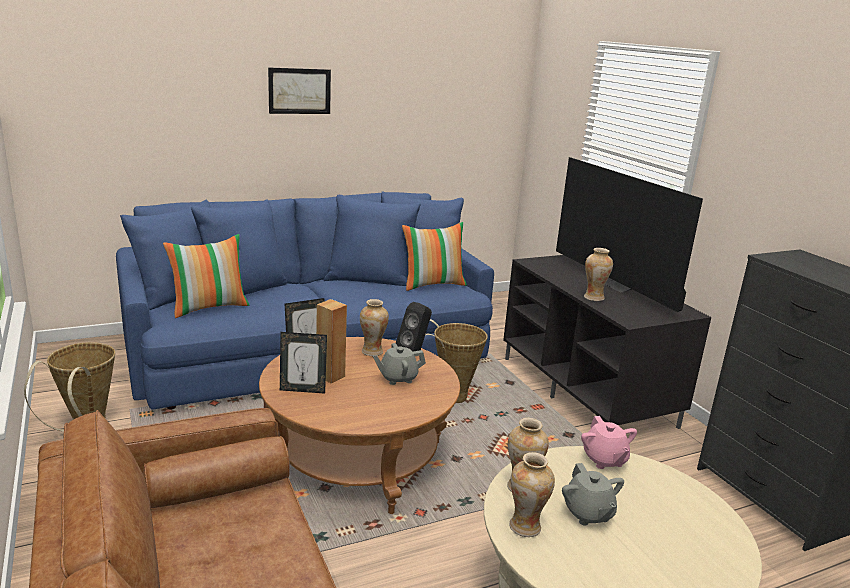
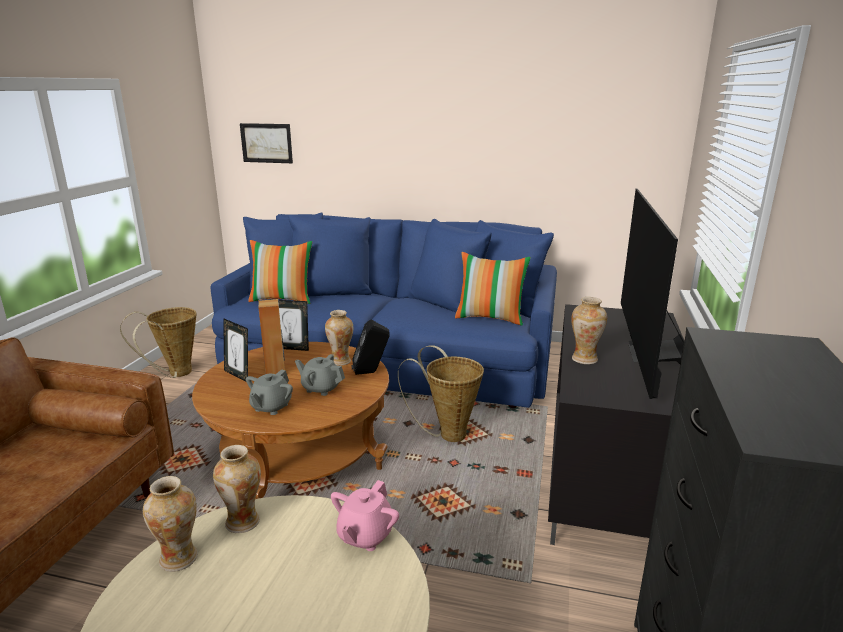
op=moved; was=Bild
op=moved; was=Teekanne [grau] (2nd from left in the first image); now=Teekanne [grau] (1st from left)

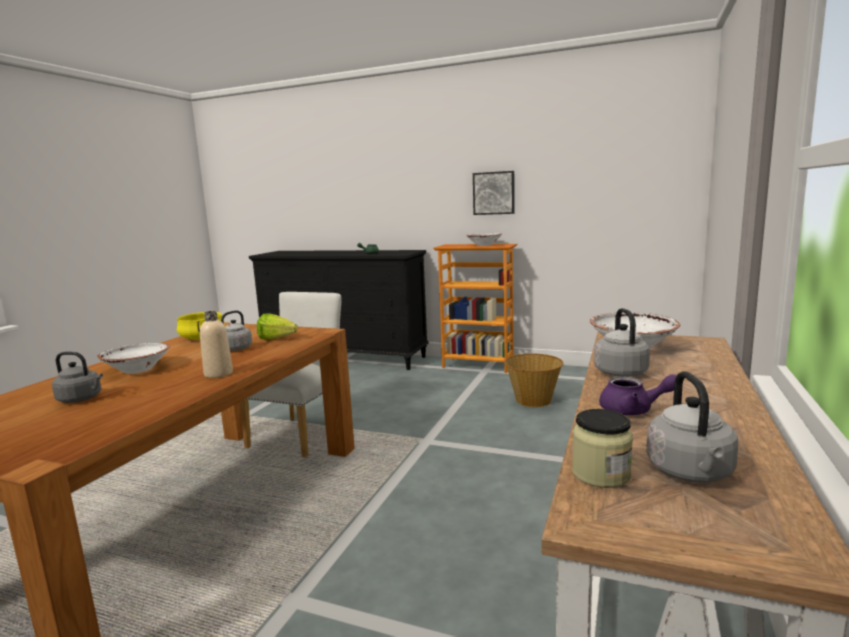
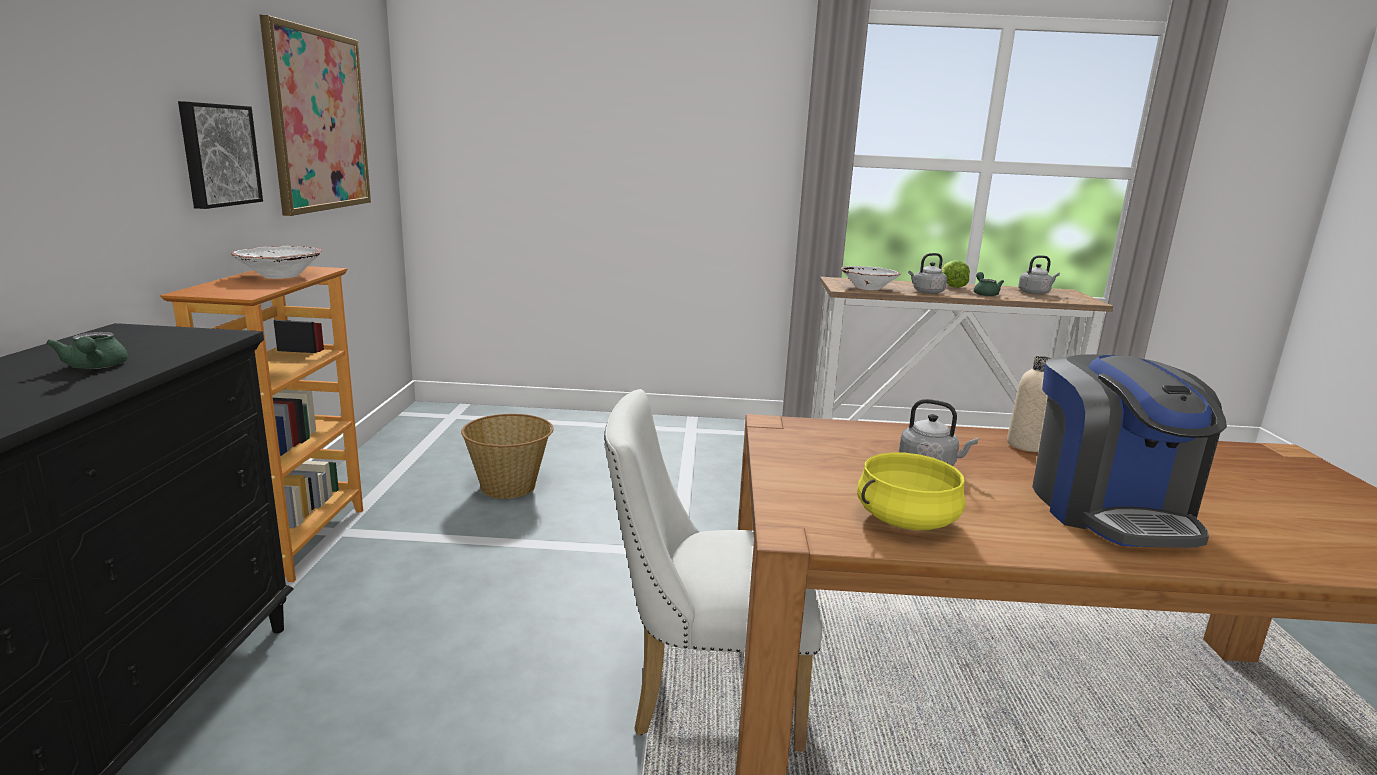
op=moved; was=Salatkopf
op=replaced; was=Schüssel [weiß] (1st from left); now=Kaffeemaschine
op=removed; was=Wasserkessel [grau] (1st from left)
op=recoloured; was=Teekanne [lila]; now=Teekanne [grün] (2nd from left)
op=removed; was=Vorratsglas
op=added; now=Bild (2nd from left)

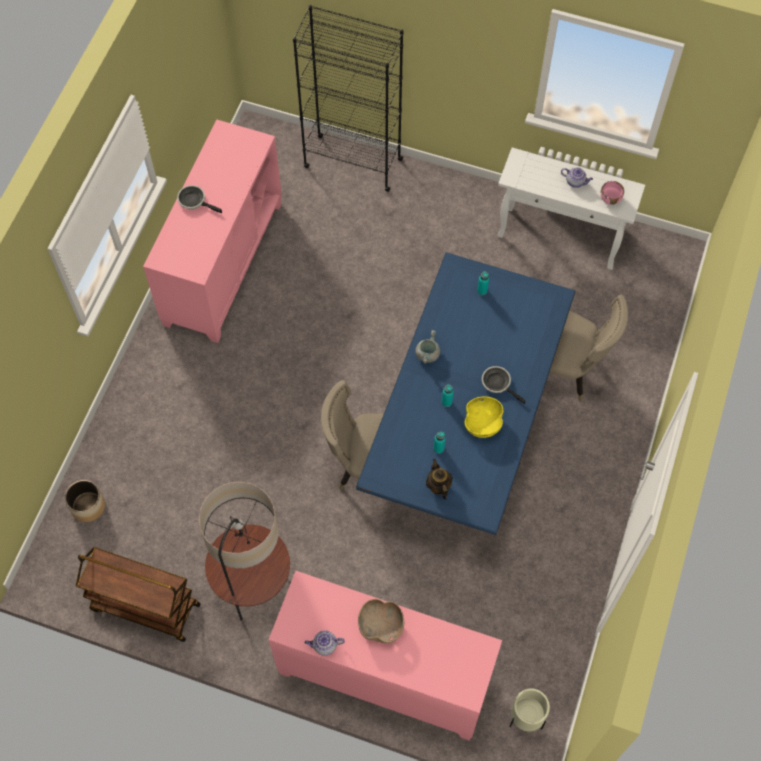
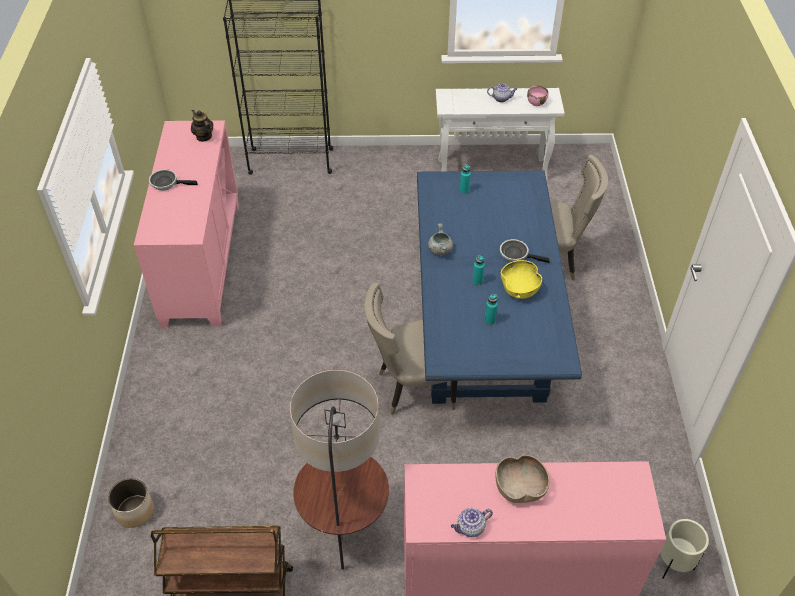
op=moved; was=Teekanne (2nd from left in the first image); now=Teekanne (1st from left)

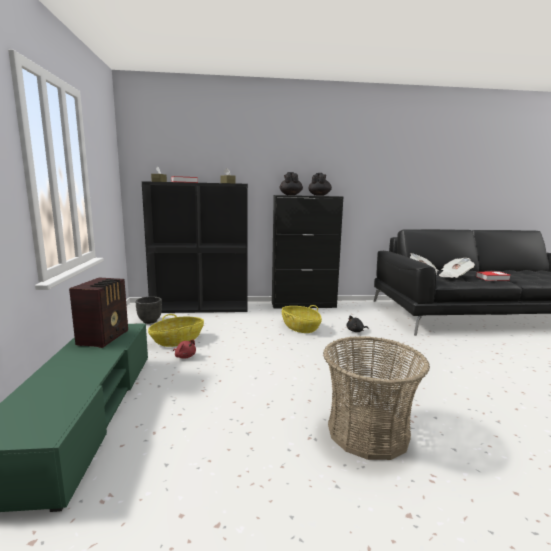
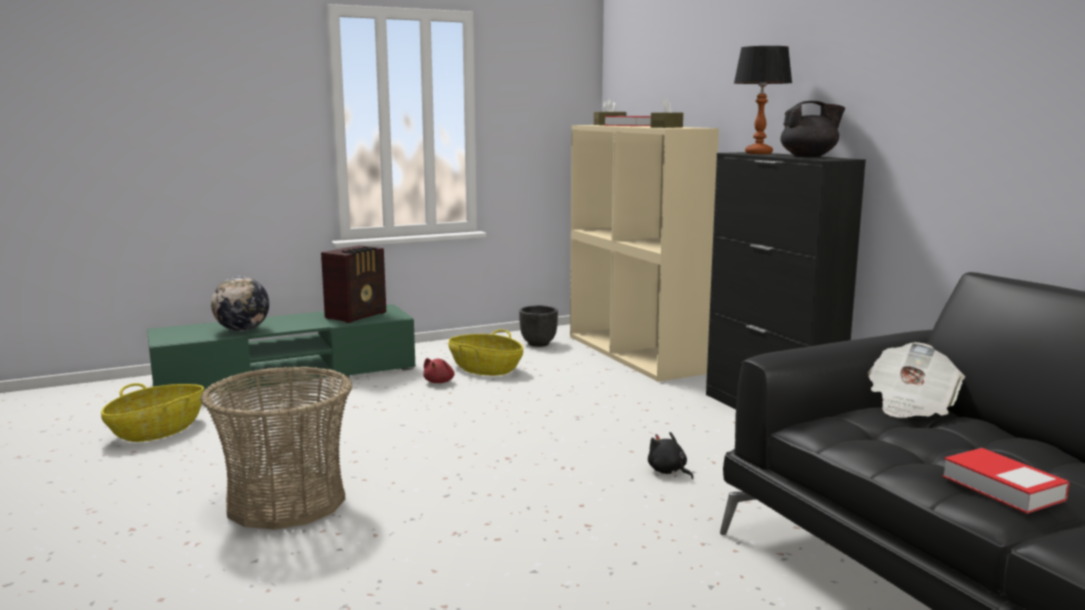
op=replaced; was=Teekanne [schwarz] (1st from left); now=Tischlampe
op=recoloured; was=Bücherregal [schwarz]; now=Bücherregal [beige]
op=removed; was=Zeitung (2nd from left)
op=turned; was=Radio; clockwise=-45
op=moved; was=Korb (2nd from left in the first image); now=Korb (1st from left)
op=added; now=Globus

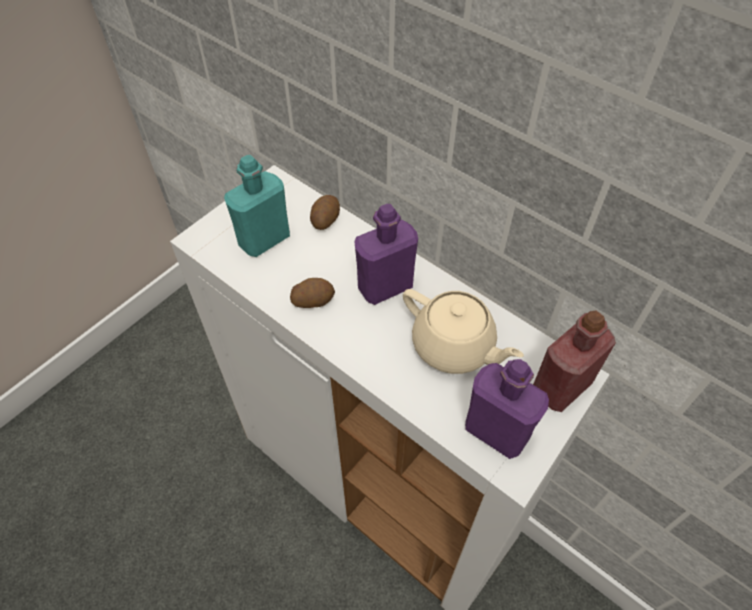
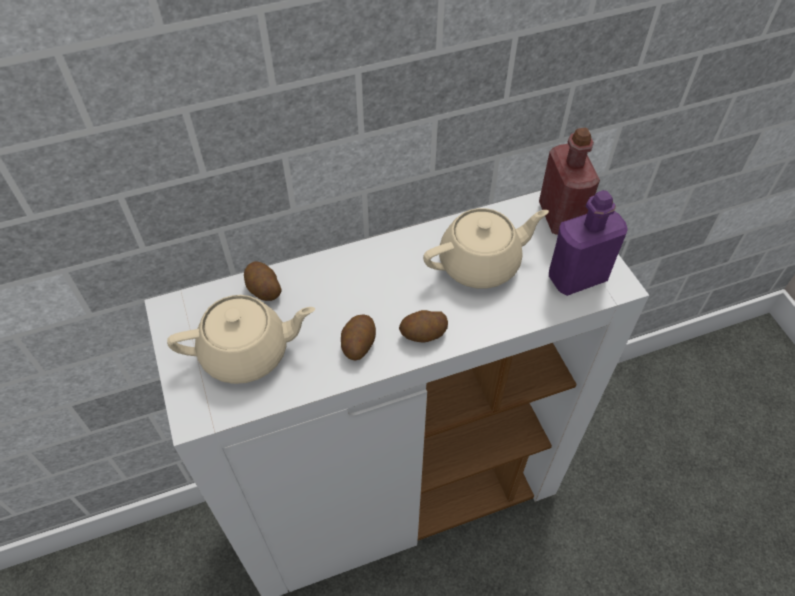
op=replaced; was=Flasche [türkis]; now=Teekanne [beige] (1st from left)
op=removed; was=Flasche [lila] (1st from left)
op=added; now=Kartoffel (3rd from left)

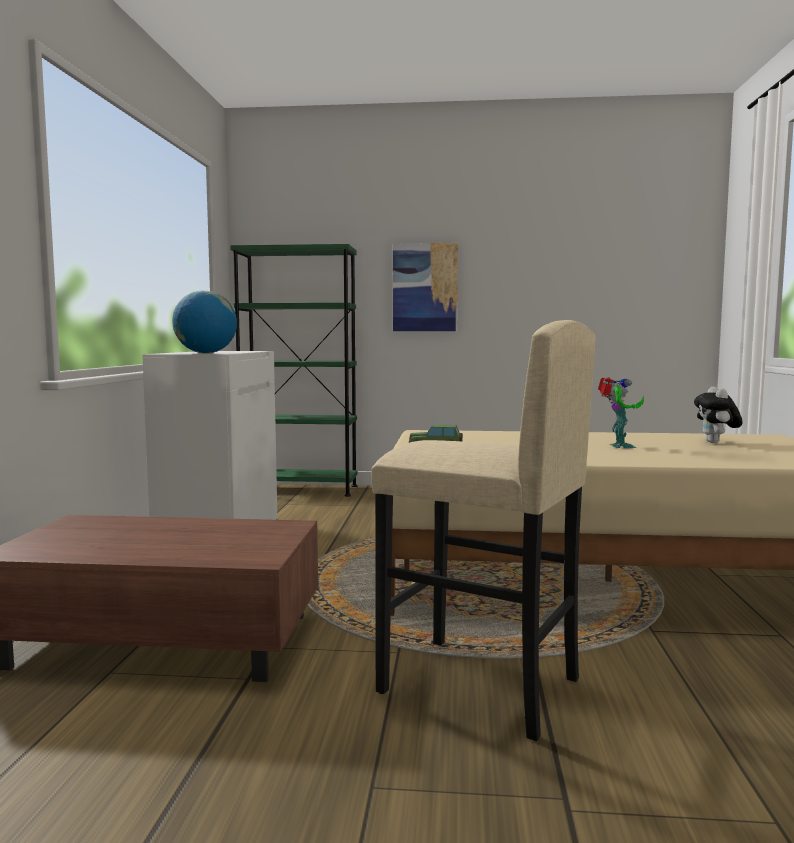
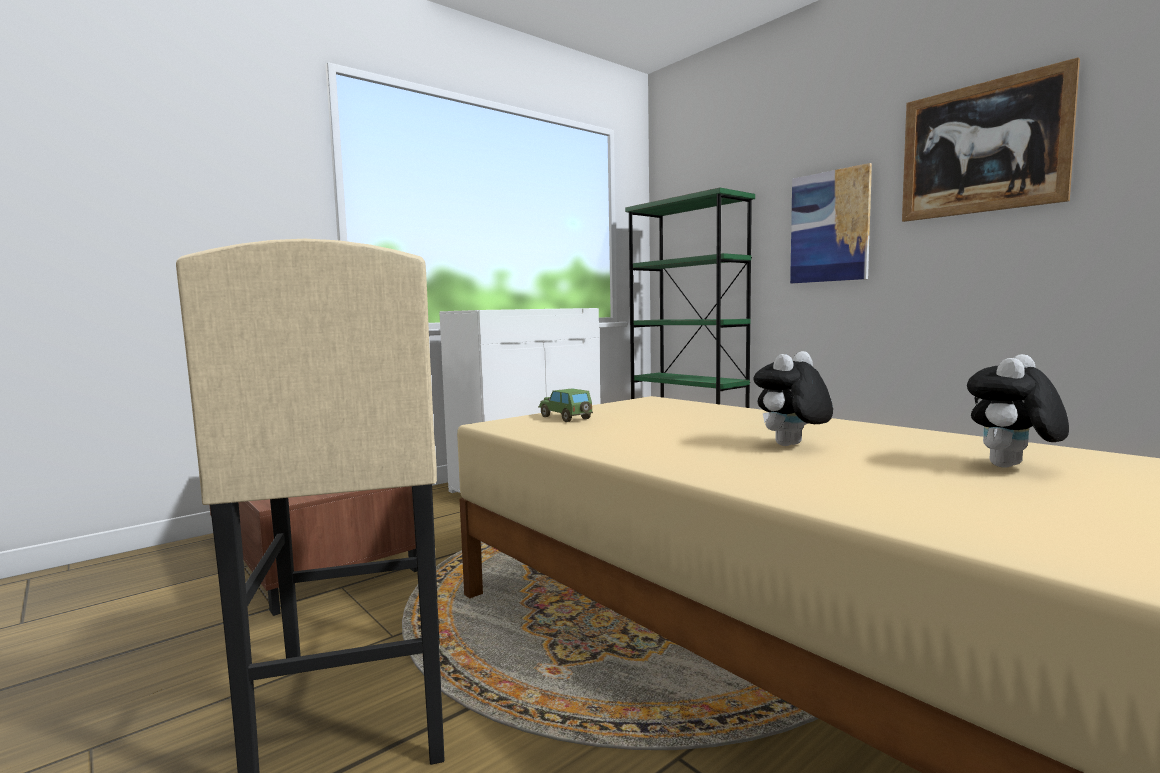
op=removed; was=Globus
op=replaced; was=Spielzeugroboter; now=Plüschtier (1st from left)
op=added; now=Bild (2nd from left)

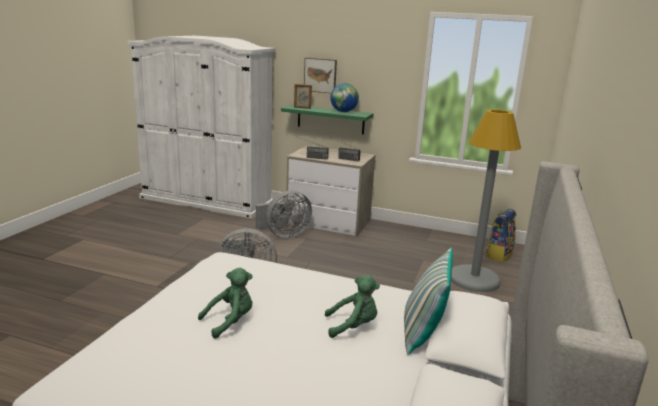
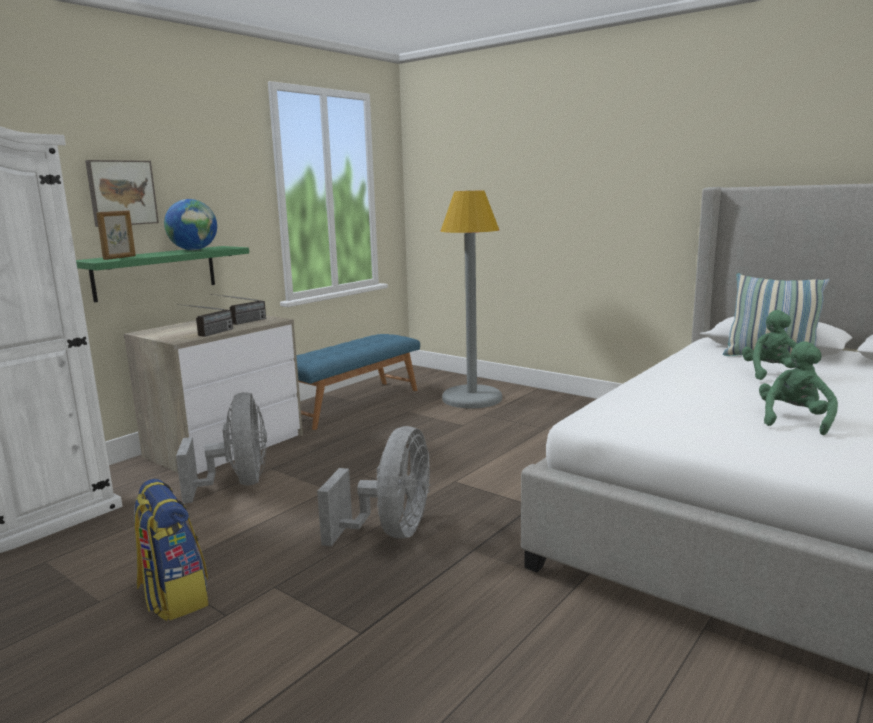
op=moved; was=Rucksack
op=turned; was=Plüschtier [grün] (1st from left in the first image); clockwise=45
op=added; now=Bank [blau]

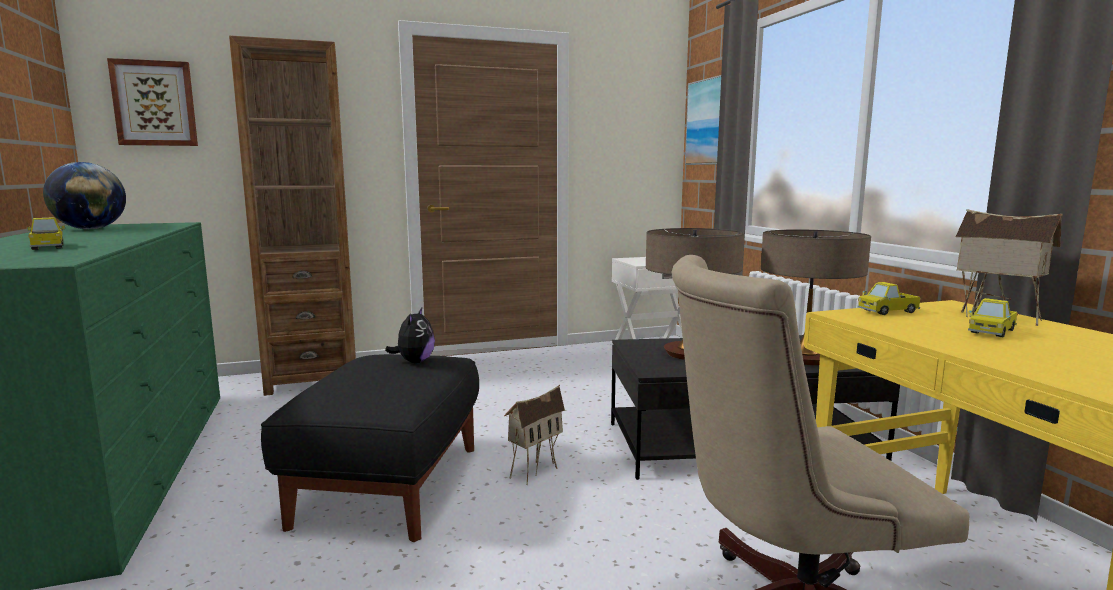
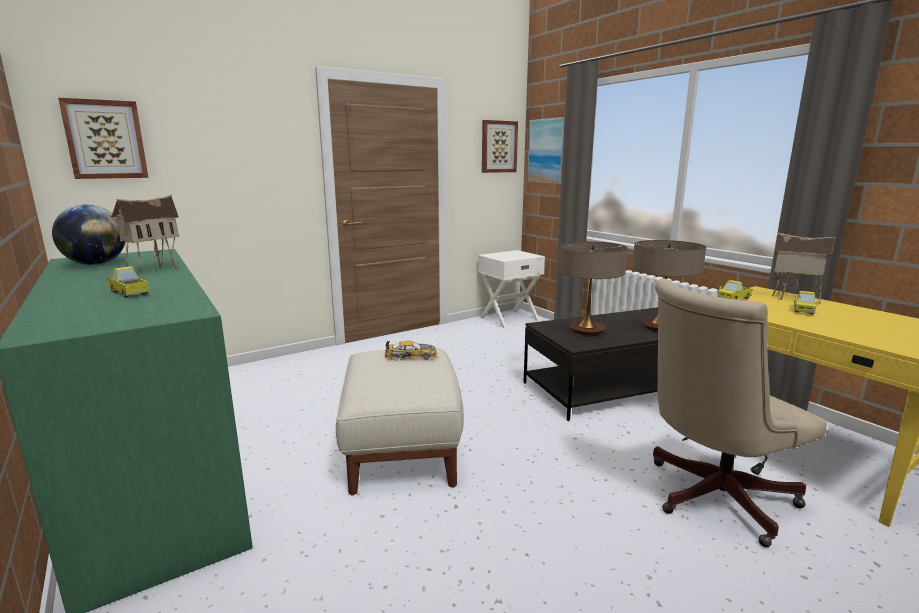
op=removed; was=Bücherregal [braun]
op=replaced; was=Plüschtier; now=Spielzeugauto
op=recoloured; was=Polsterhocker [schwarz]; now=Polsterhocker [beige]
op=moved; was=Spielzeughaus (1st from left)
op=added; now=Bild (2nd from left)

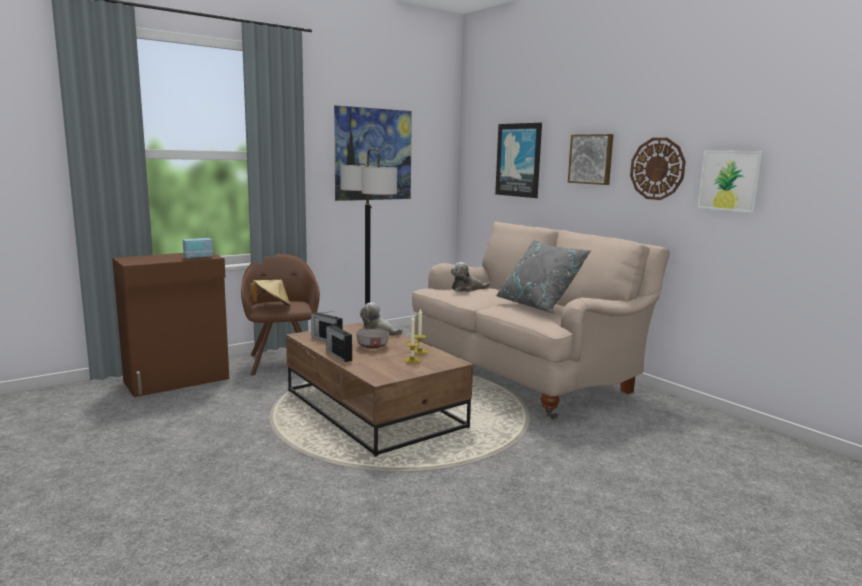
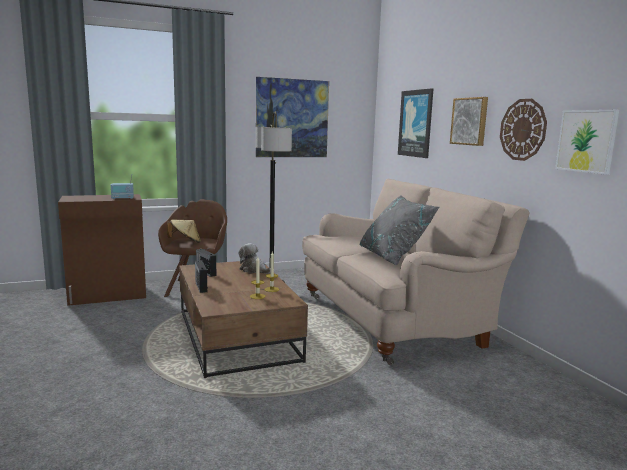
op=removed; was=Plüschtier (2nd from left)
op=removed; was=Schüssel [grau]

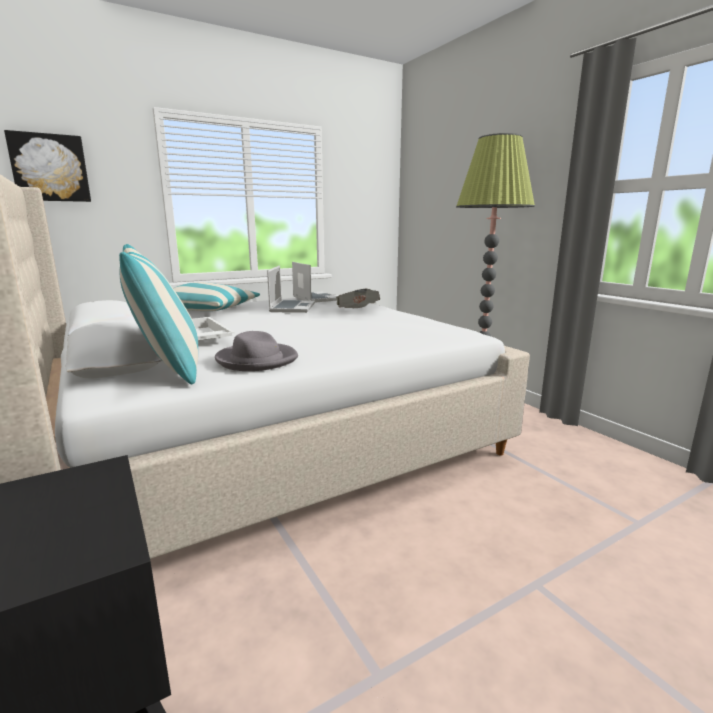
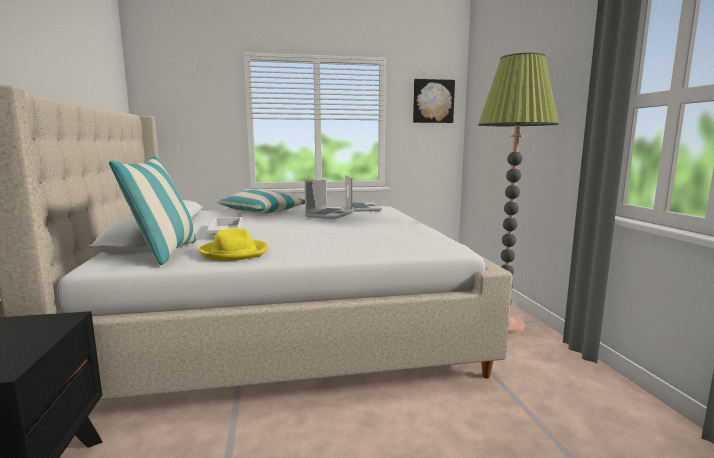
op=moved; was=Bild
op=removed; was=Zeitung
op=recoloured; was=Hut [grau]; now=Hut [gelb]

